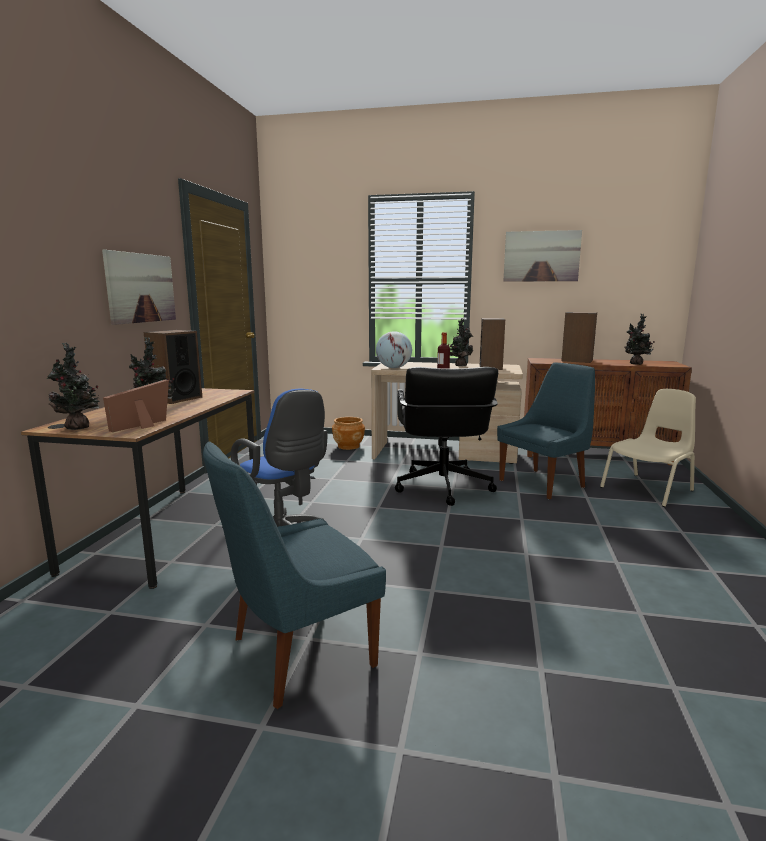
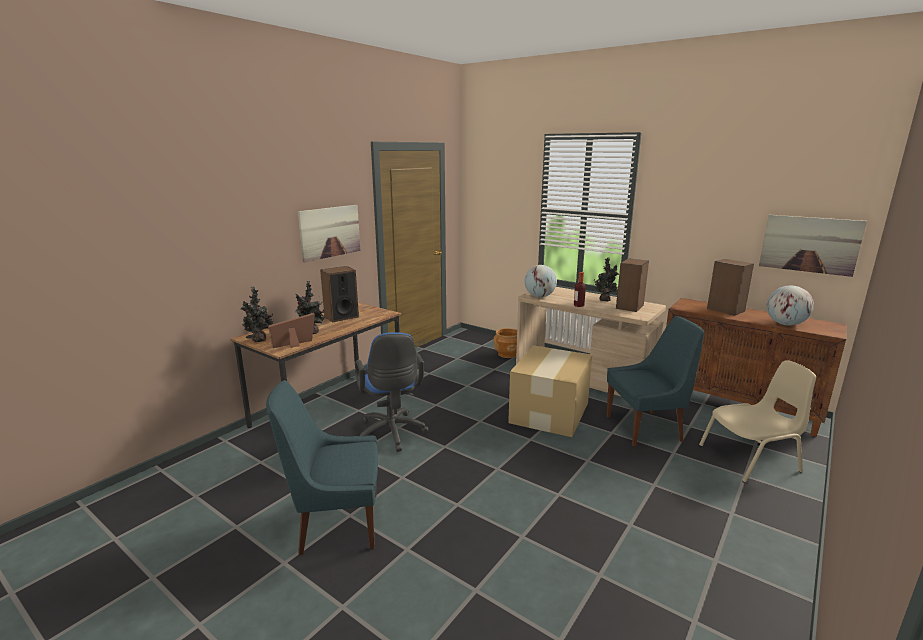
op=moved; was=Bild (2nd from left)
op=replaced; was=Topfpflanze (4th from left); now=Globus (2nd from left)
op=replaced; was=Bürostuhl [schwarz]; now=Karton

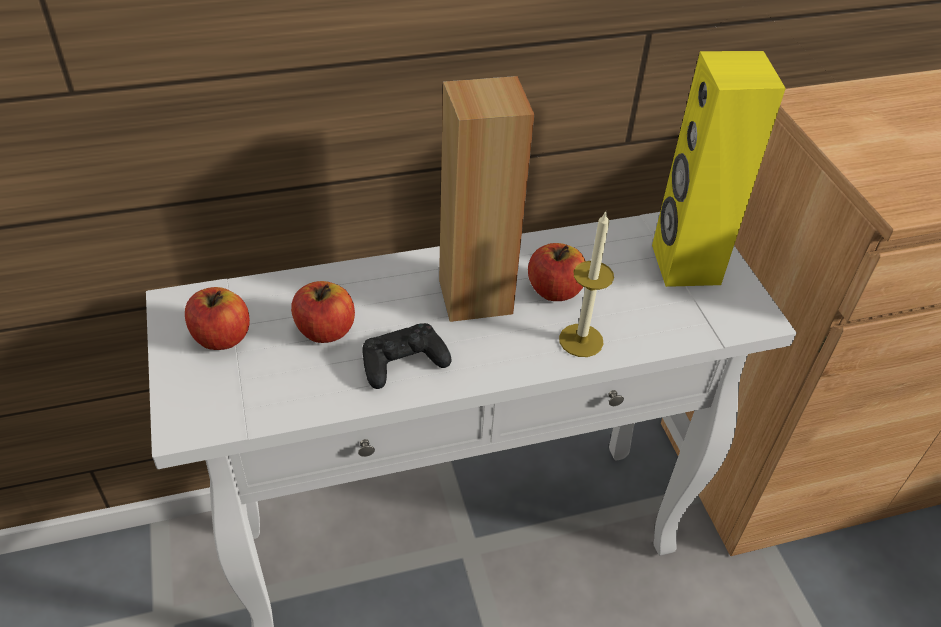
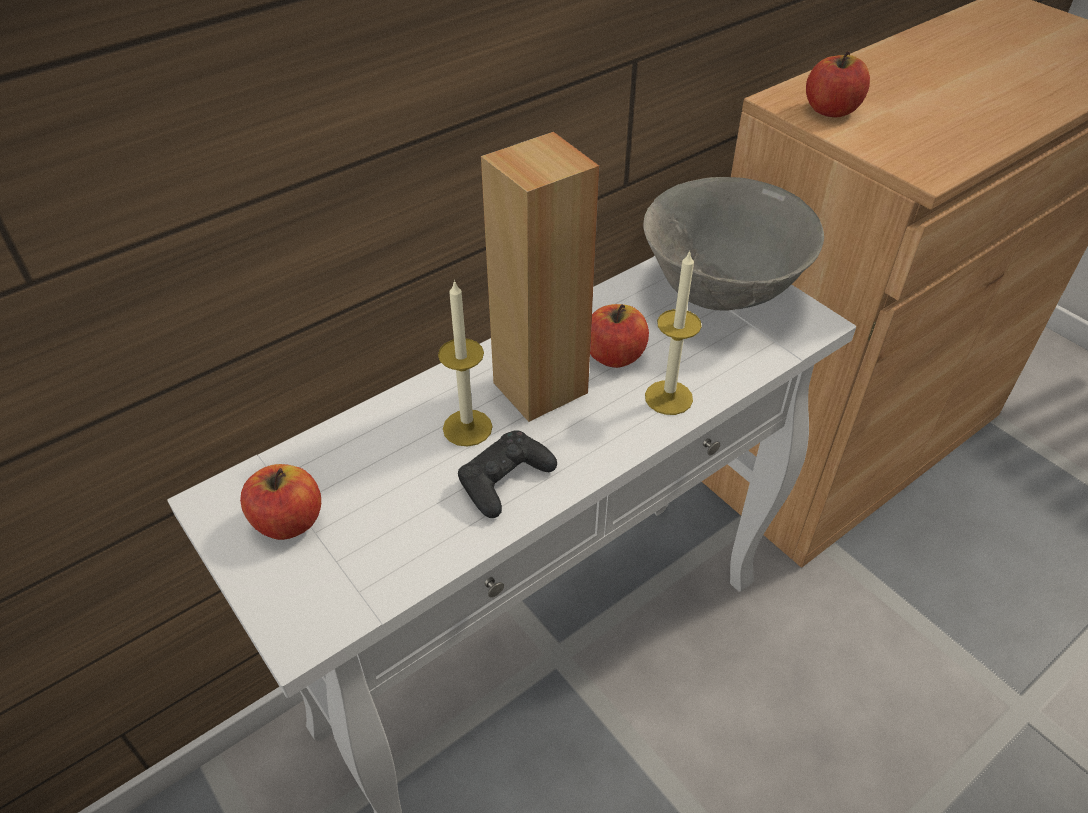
op=replaced; was=Lautsprecher [gelb]; now=Schüssel [grau]
op=moved; was=Apfel (2nd from left in the first image); now=Apfel (3rd from left)
op=added; now=Kerze (1st from left)

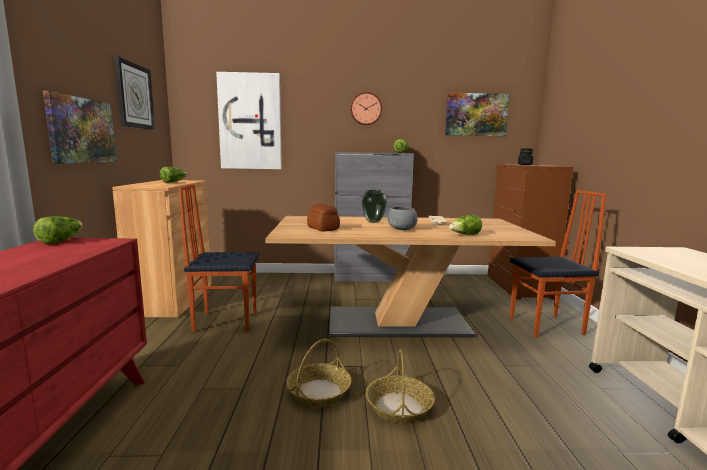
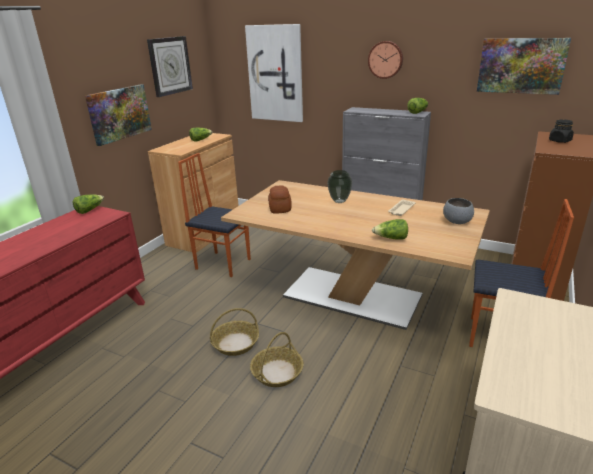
op=moved; was=Schüssel [grau]

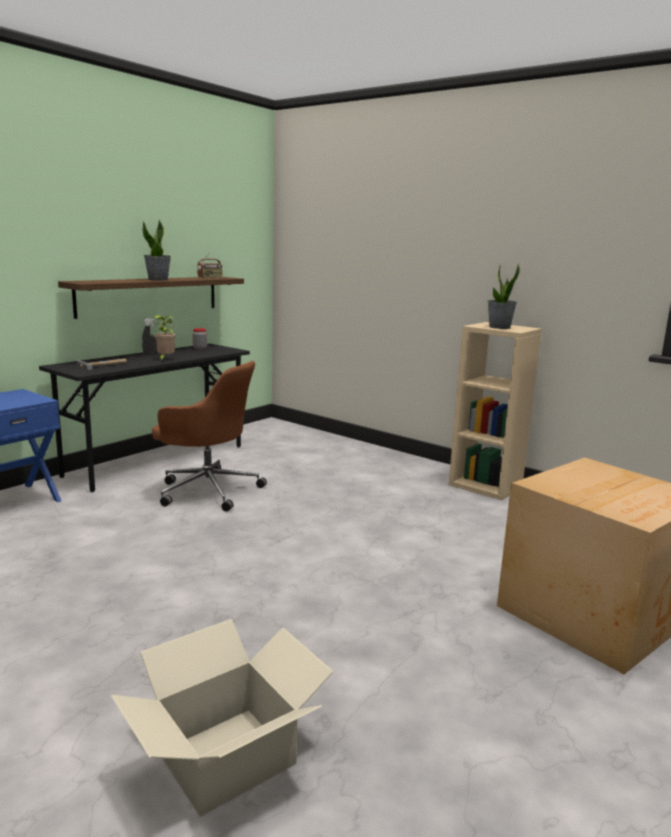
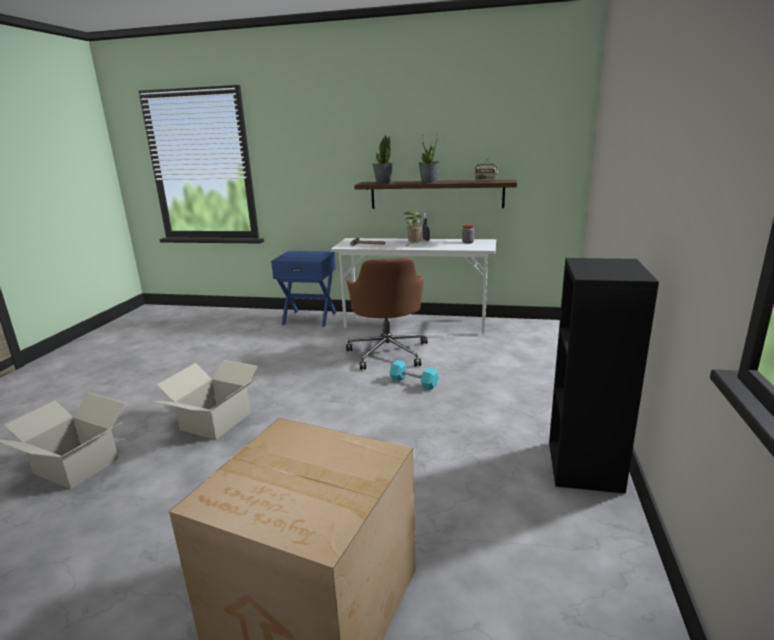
op=moved; was=Topfpflanze (3rd from left in the first image); now=Topfpflanze (1st from left)
op=recoloured; was=Bücherregal [beige]; now=Bücherregal [schwarz]
op=recoloured; was=Schreibtisch [schwarz]; now=Schreibtisch [weiß]
op=added; now=Karton (2nd from left)
op=added; now=Hantel [türkis]

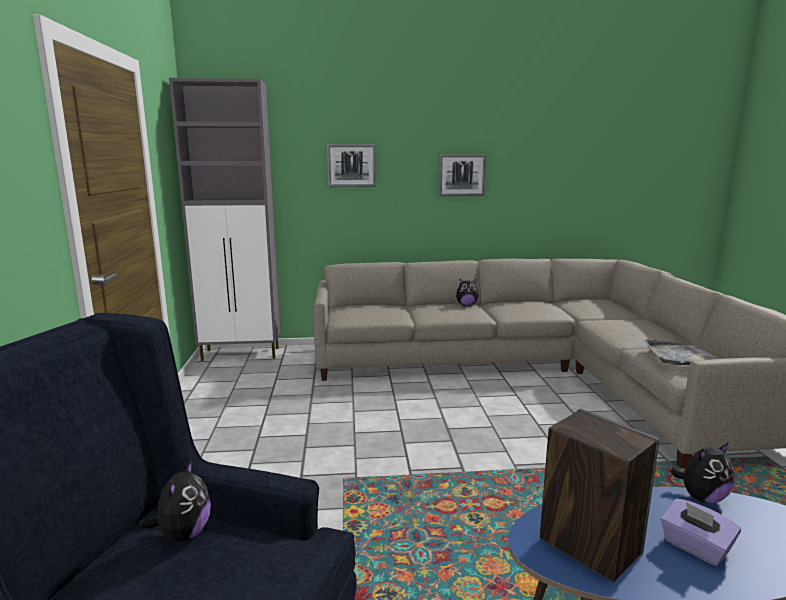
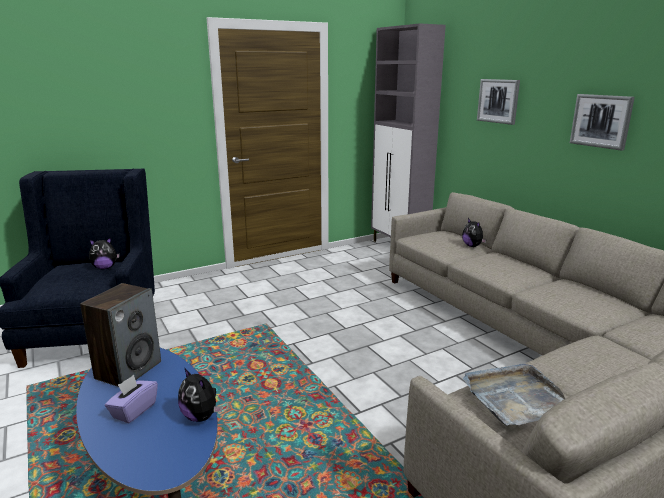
op=moved; was=Plüschtier (2nd from left in the first image); now=Plüschtier (3rd from left)

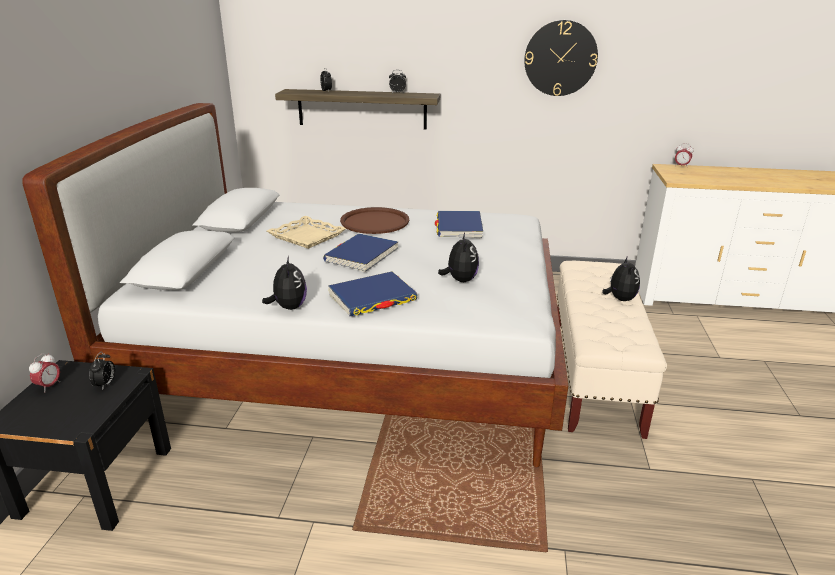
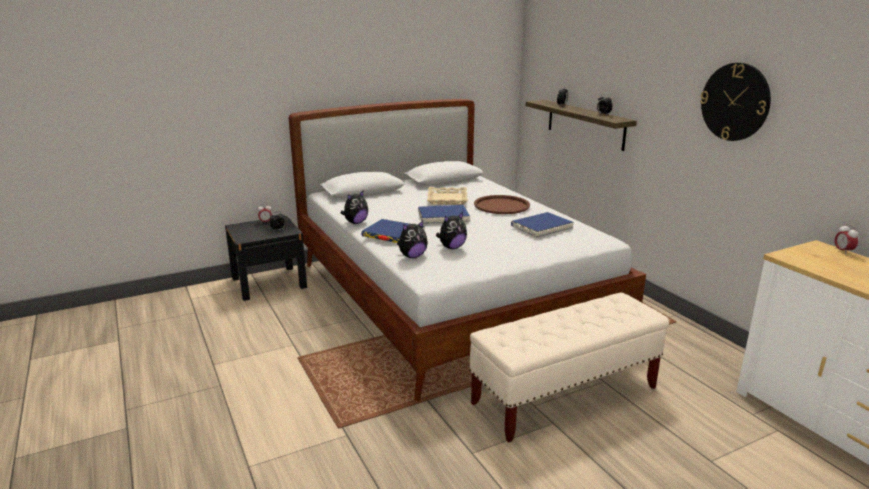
op=moved; was=Plüschtier (3rd from left in the first image); now=Plüschtier (2nd from left)

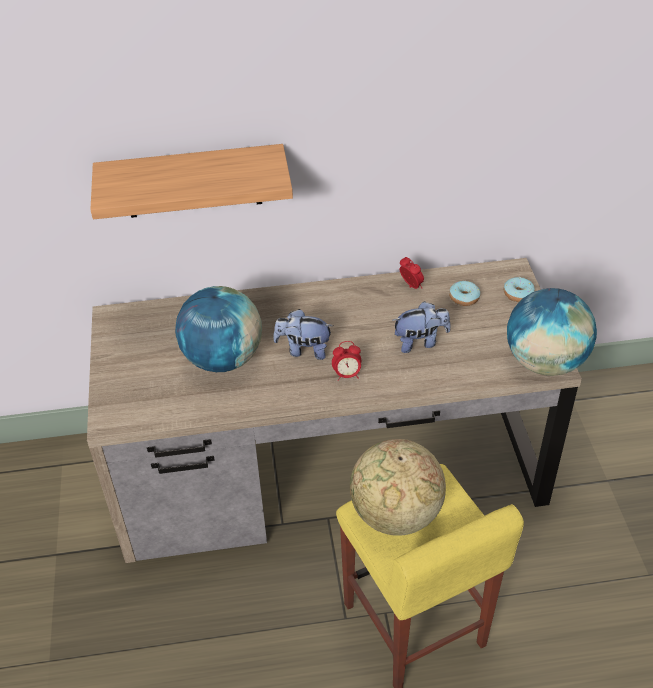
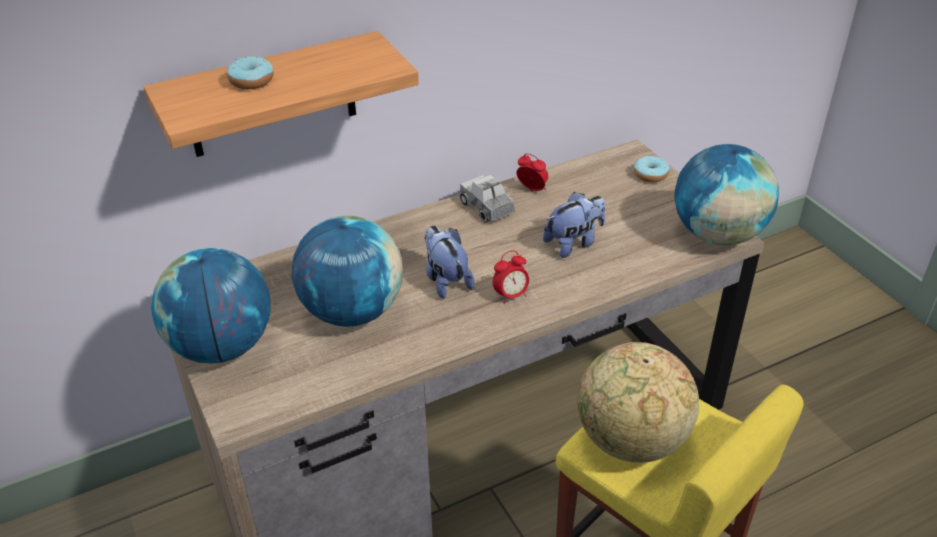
op=moved; was=Donut (1st from left)
op=turned; was=Plüschtier (1st from left); clockwise=75
op=added; now=Spielzeuglaster
op=added; now=Globus (1st from left)

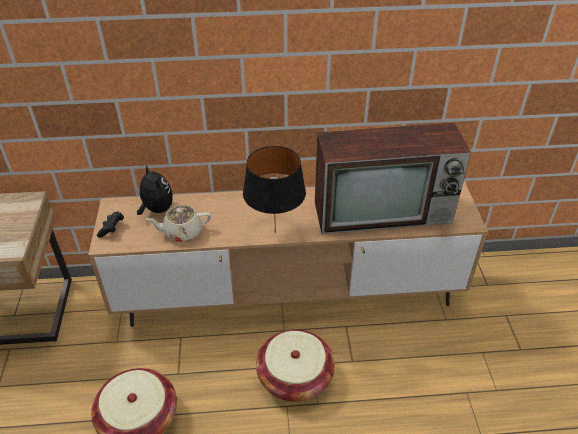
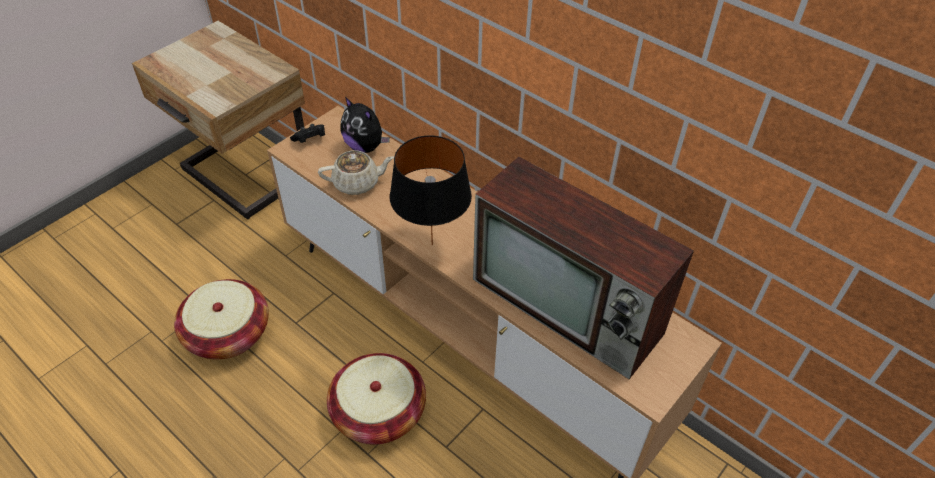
op=turned; was=Plüschtier; clockwise=120
op=turned; was=Teekanne [beige]; clockwise=135

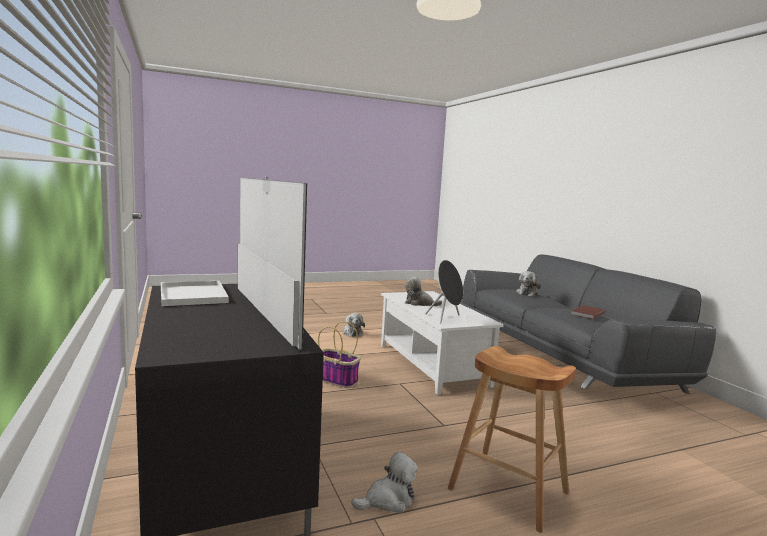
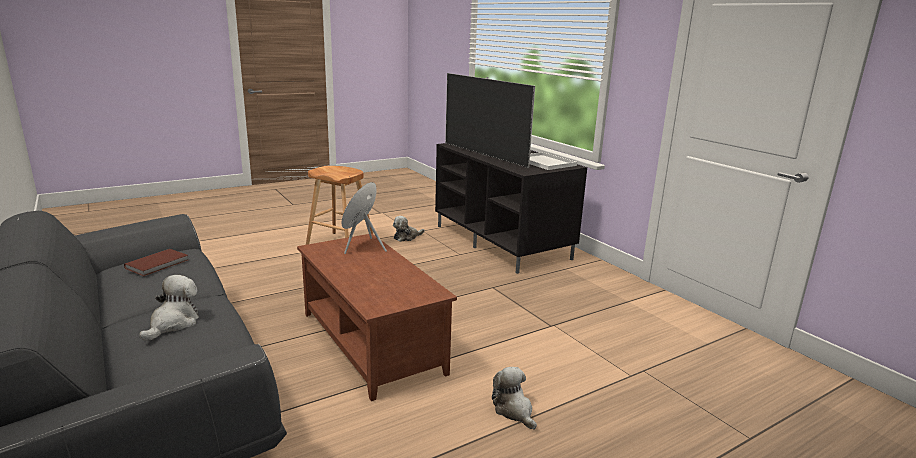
op=removed; was=Plüschtier (3rd from left)
op=recoloured; was=Couchtisch [weiß]; now=Couchtisch [braun]
op=removed; was=Korb

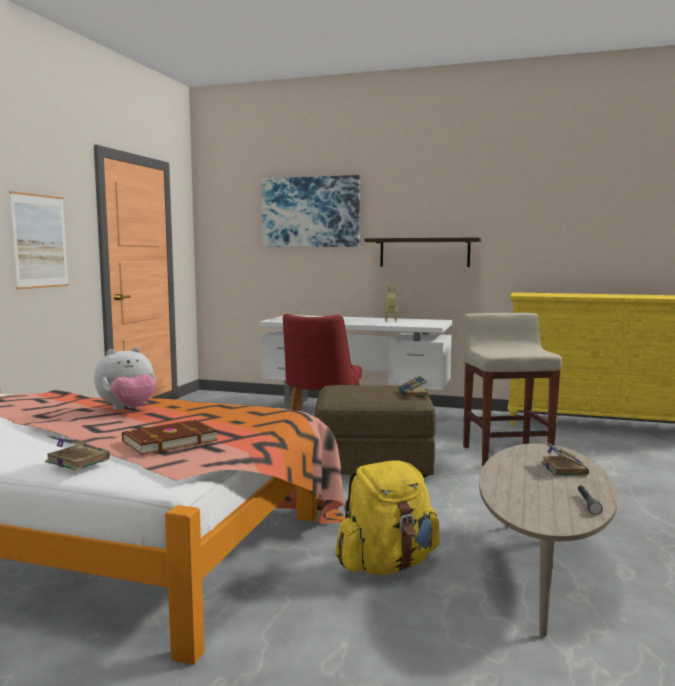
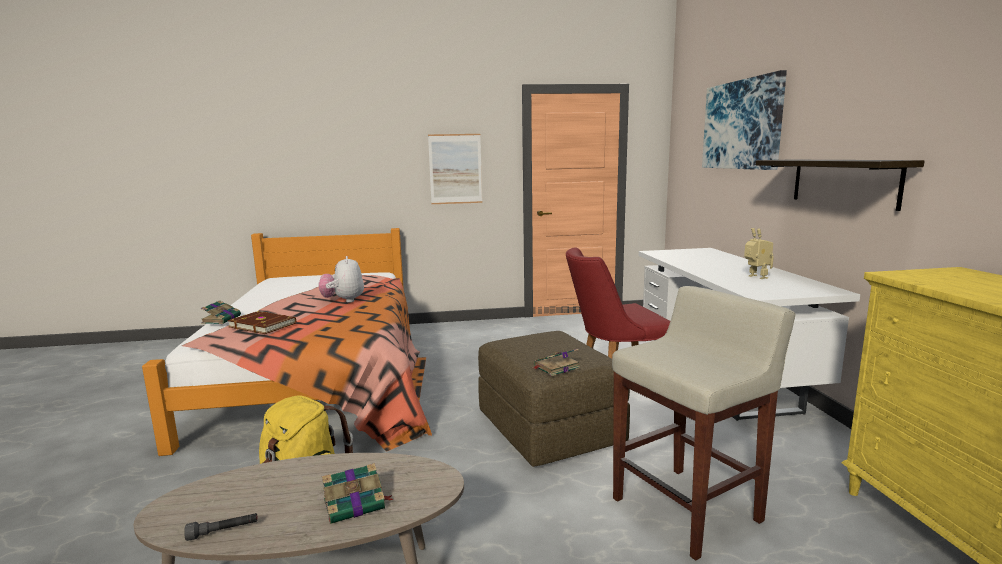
op=turned; was=Plüschtier; clockwise=45

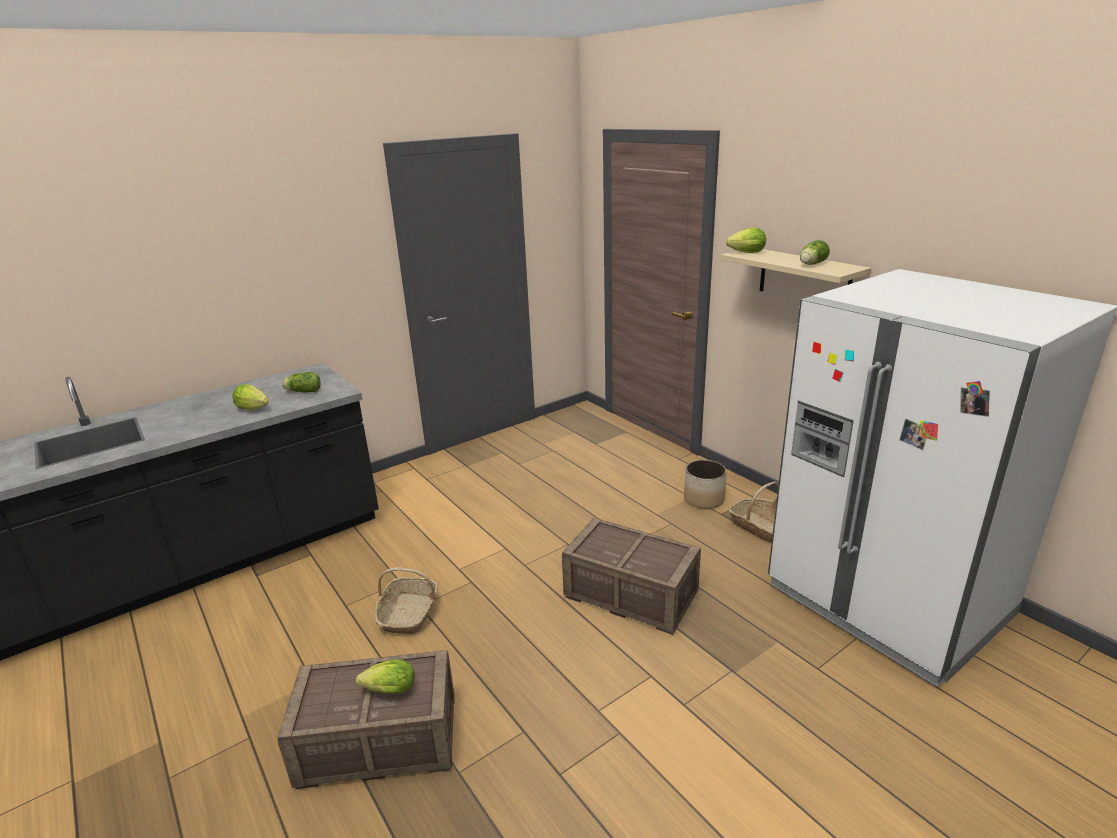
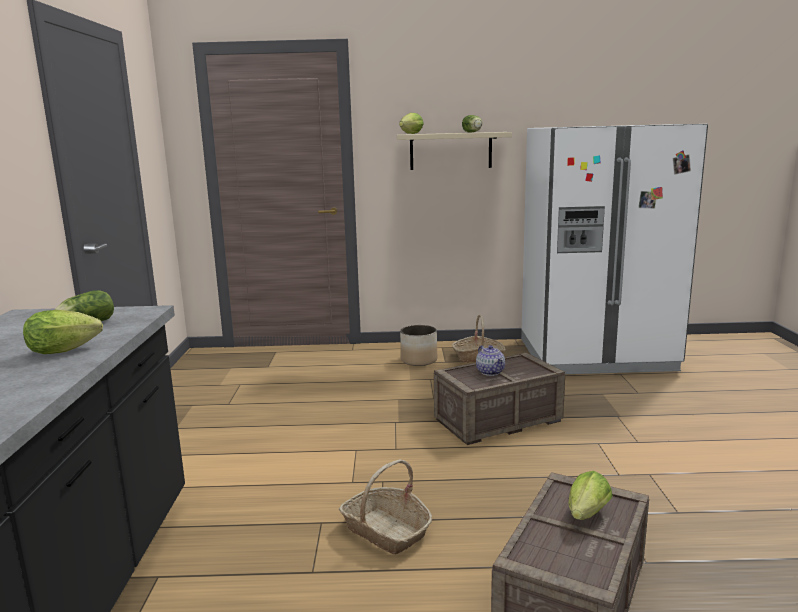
op=added; now=Teekanne

